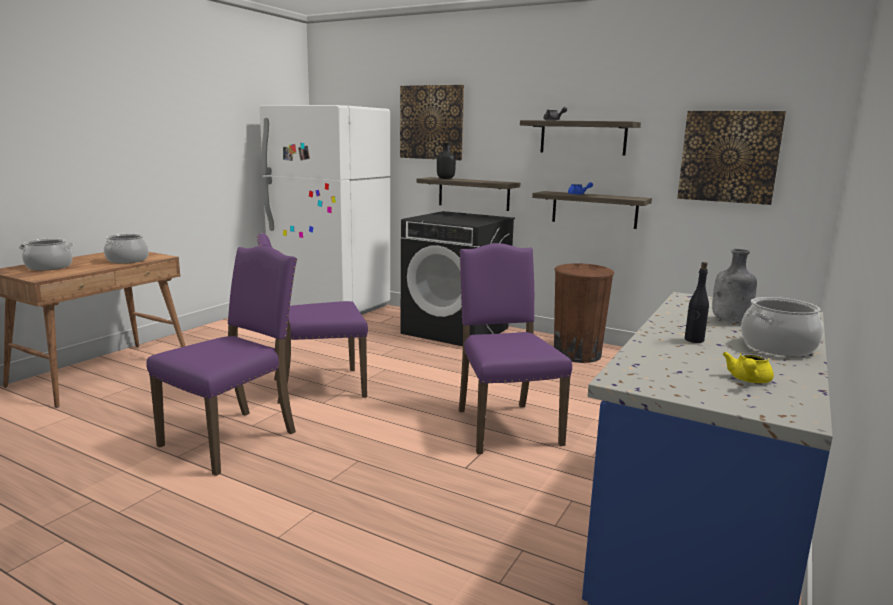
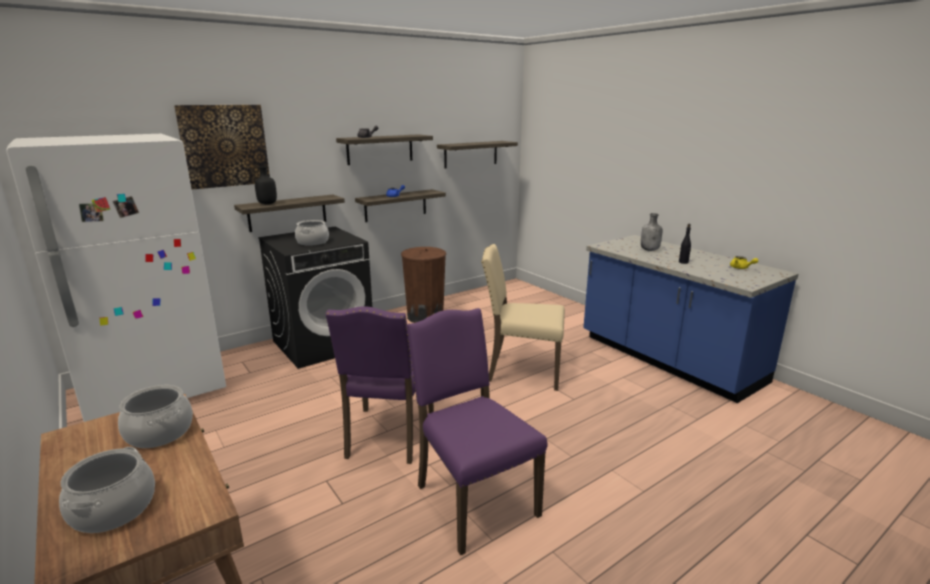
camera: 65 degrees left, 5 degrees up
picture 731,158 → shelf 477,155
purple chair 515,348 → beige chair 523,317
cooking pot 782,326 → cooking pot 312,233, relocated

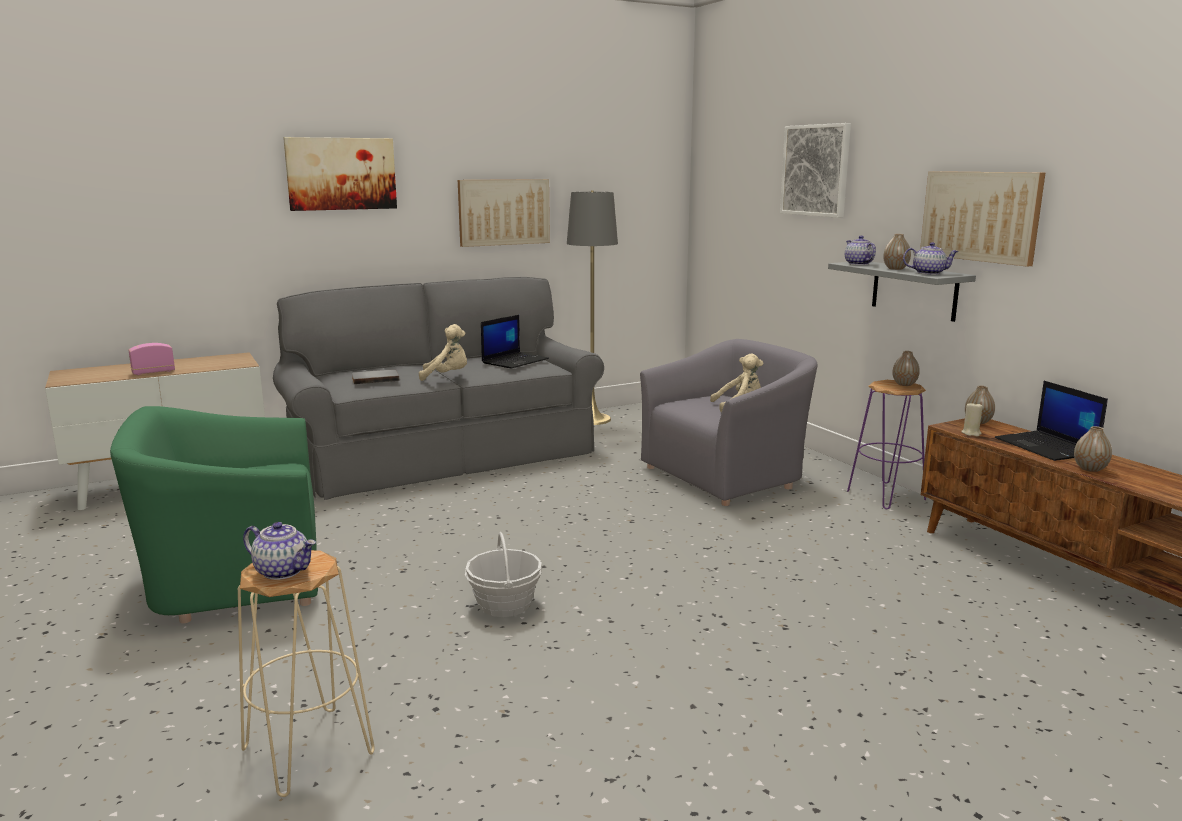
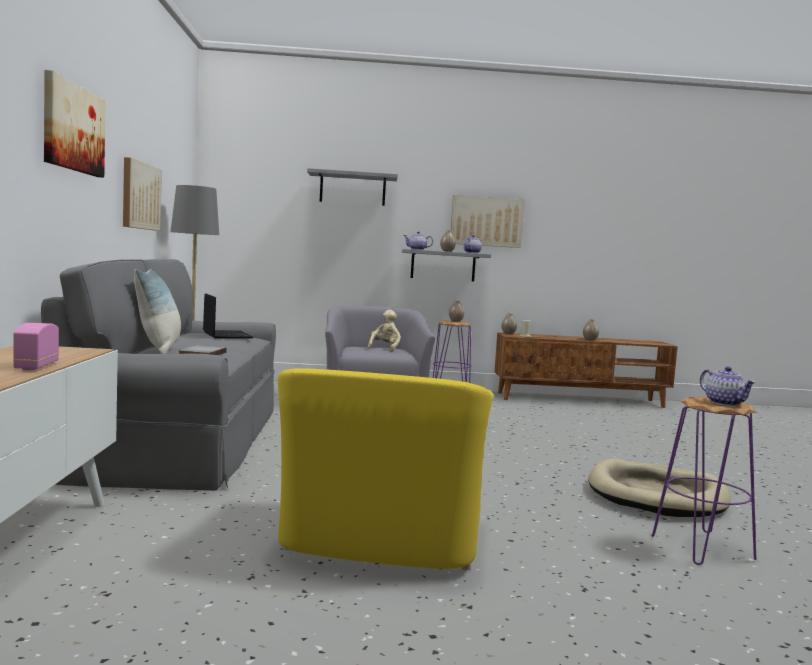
camera: 65 degrees left, 10 degrees down
picture 815,170 → grey shelf 352,187
beige plush toy 443,352 → -
laptop 1051,421 → -
green armchair 214,515 → yellow armchair 385,469
teapot 279,551 → teapot 728,386, 105 degrees clockwise
basket 503,574 → -
beige stool 306,673 → purple stool 704,481
- → pillow 157,311
- → beige dog bed 659,488

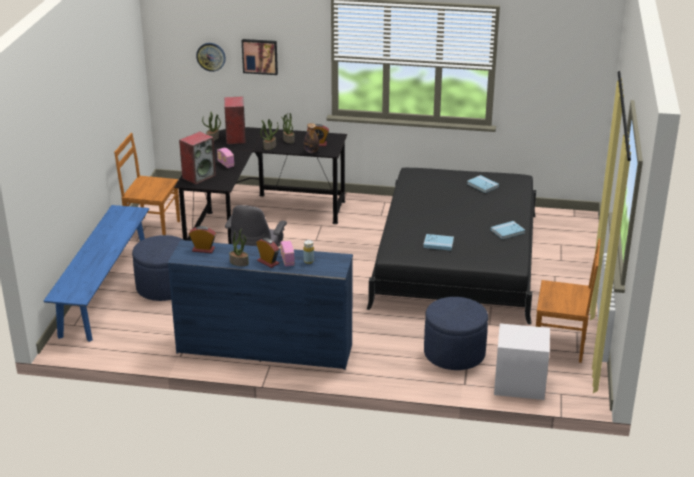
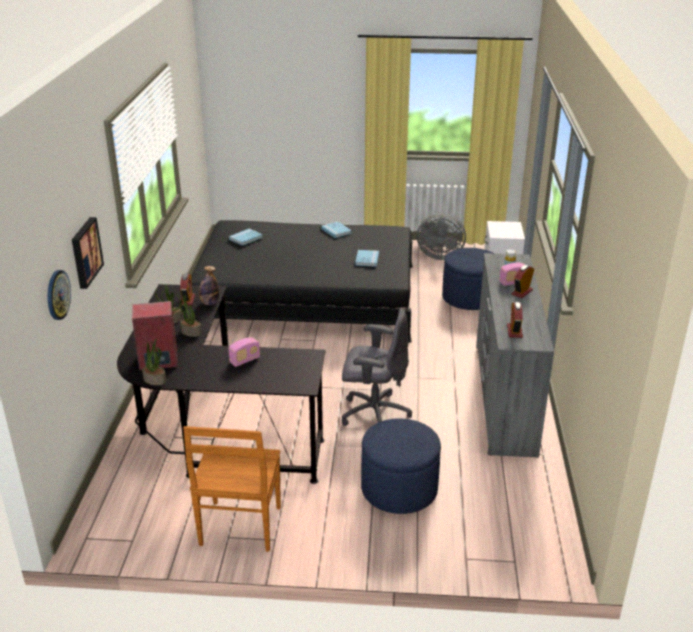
camera: 95 degrees left, 0 degrees up
speaker 197,158 → -
blue bench 96,273 → -
potted plant 239,247 → -
brown chair 568,300 → grey fan 441,236
blue dresser 260,305 → grey dresser 515,355

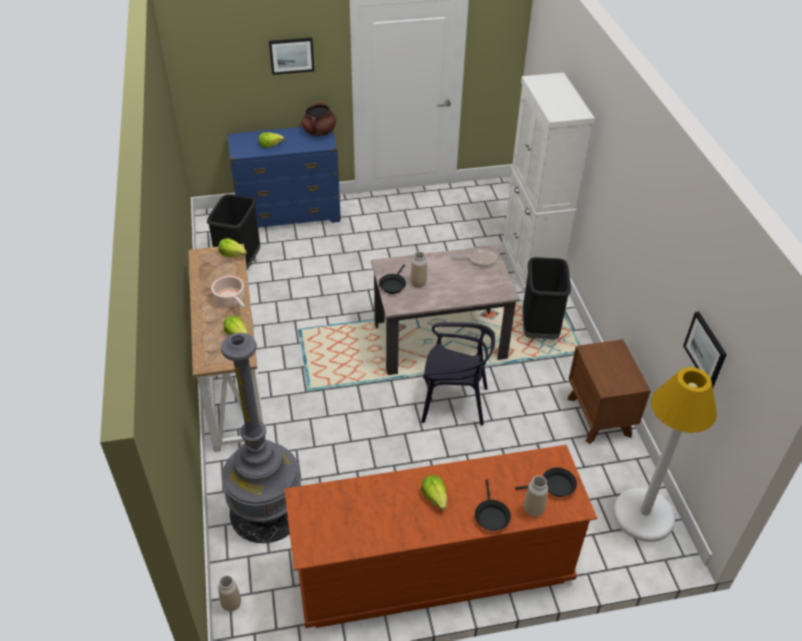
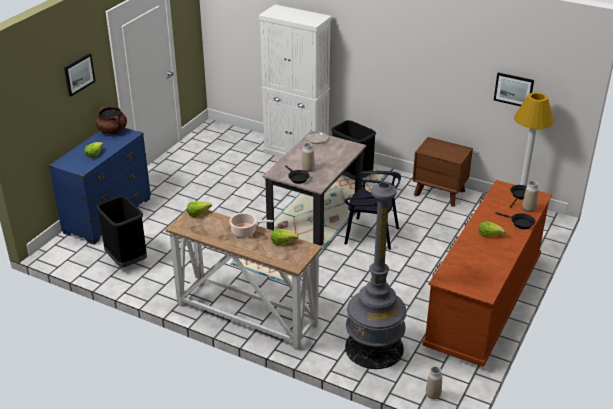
camera: 50 degrees left, 10 degrees down
black chair 458,374 → black chair 372,210, 60 degrees clockwise

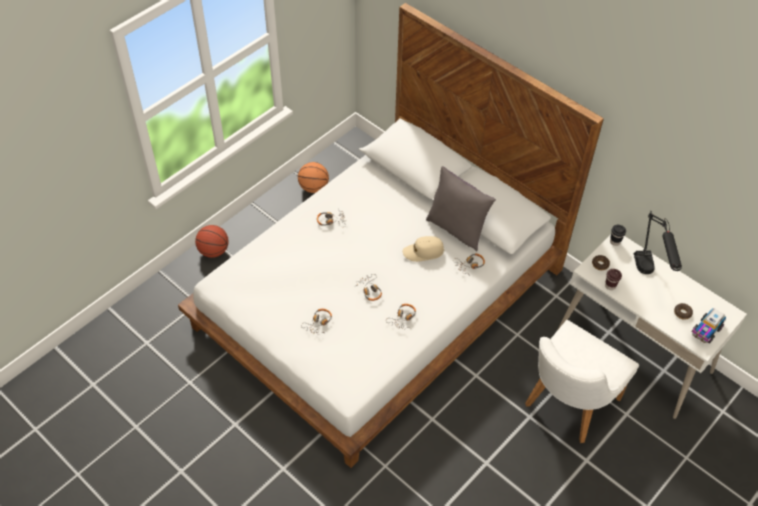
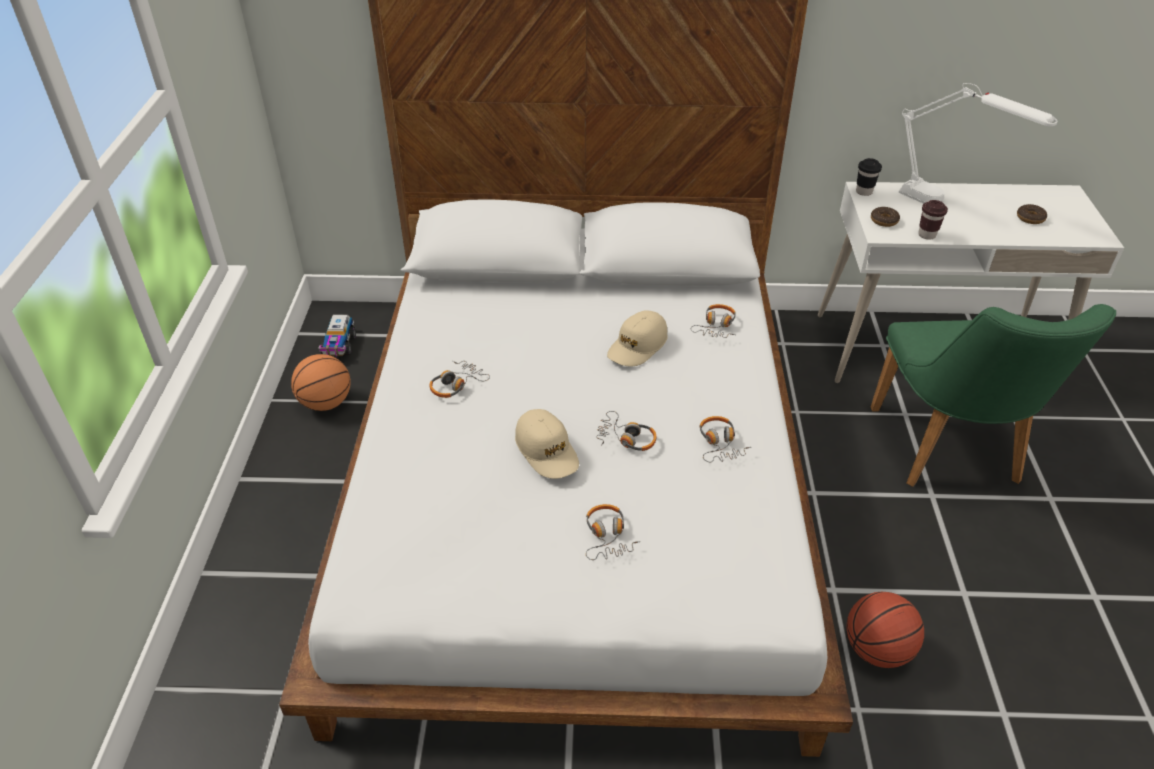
camera: 40 degrees left, 10 degrees down
grey pillow 461,209 → -
black table lamp 658,242 → white table lamp 978,143
basketball 212,241 → basketball 885,630, relocated
toy truck 708,326 → toy truck 337,336, relocated
white chair 582,381 → green chair 993,395
- → beige cap 547,444

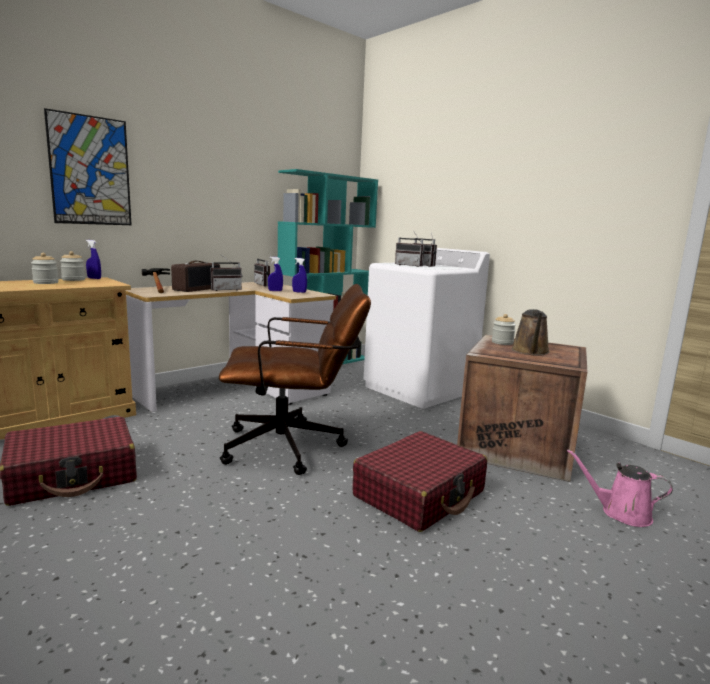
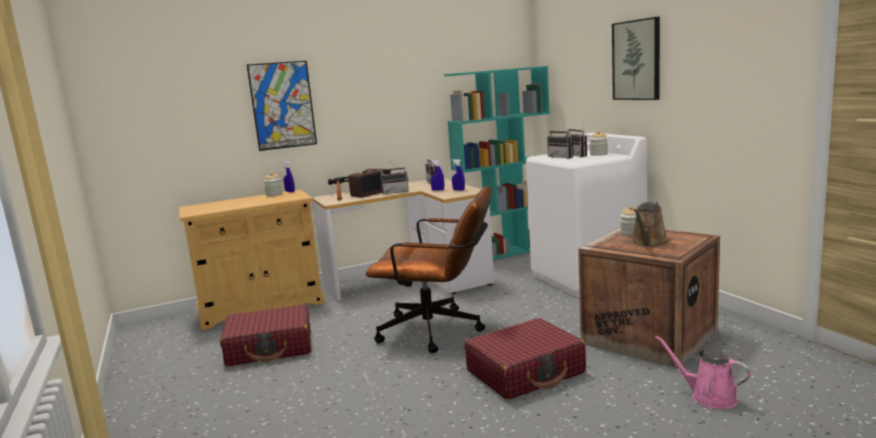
camera: 20 degrees right, 0 degrees up
jar 45,268 → jar 599,143, relocated
- → picture 636,58

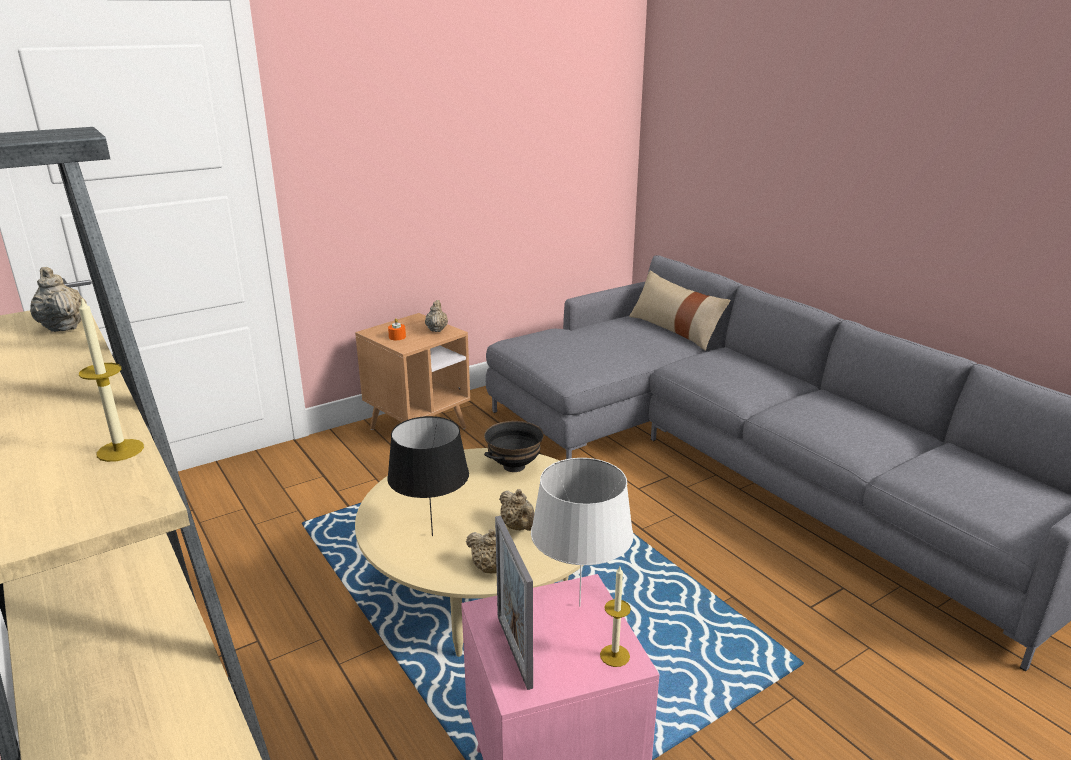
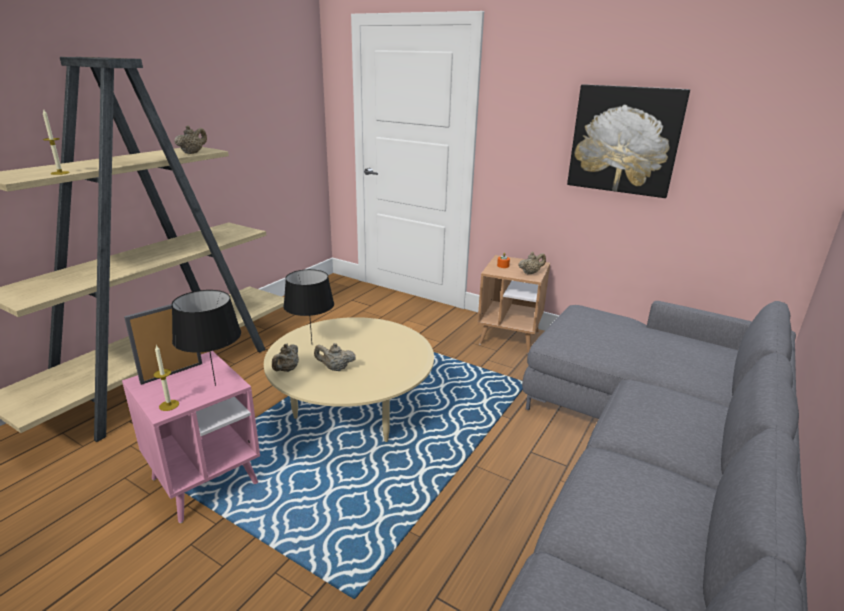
camera: 65 degrees right, 0 degrees up
beige pillow 680,310 → -
black bowl 514,446 → -
white table lamp 582,532 → black table lamp 206,338
beige teapot 517,510 → beige teapot 335,357, 60 degrees clockwise
- → picture 628,141

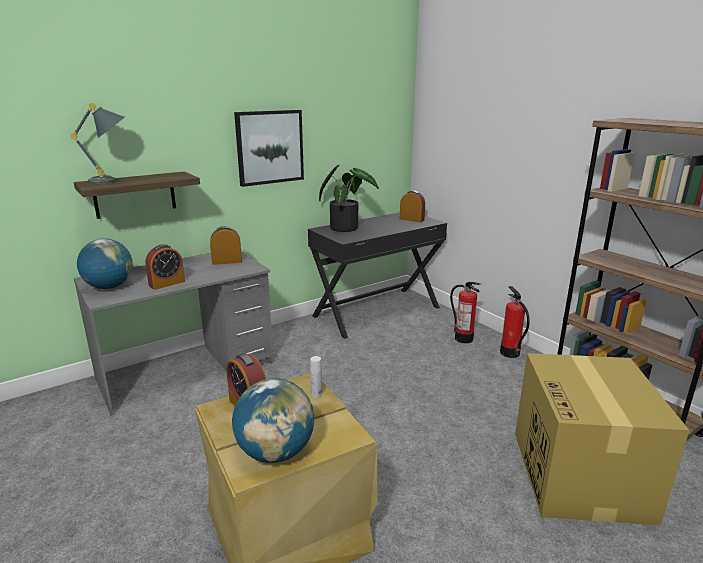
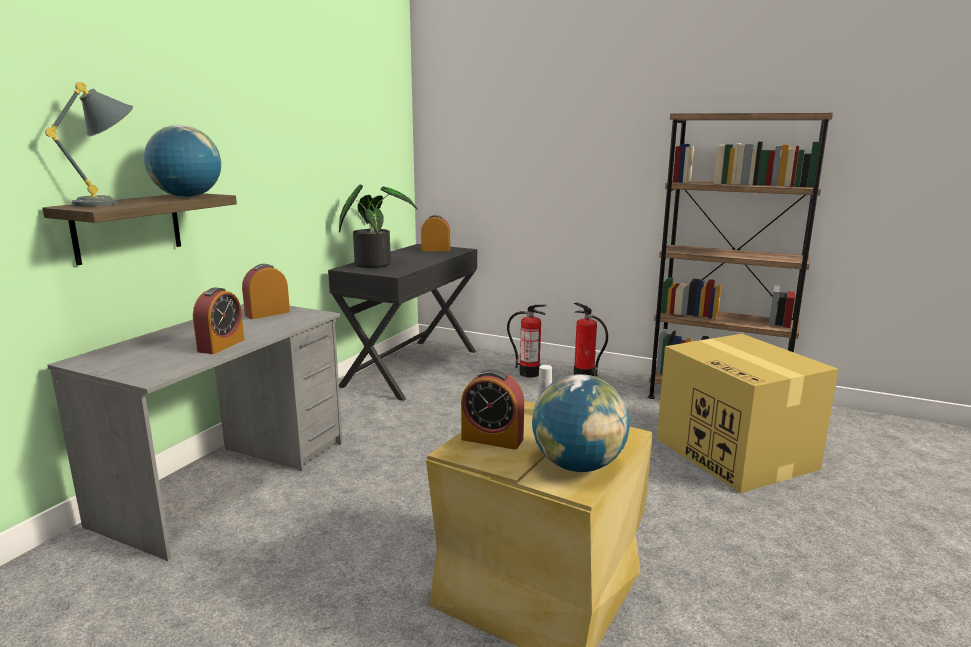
camera: 30 degrees left, 5 degrees down
picture 269,148 → -
globe 105,264 → globe 182,161, relocated

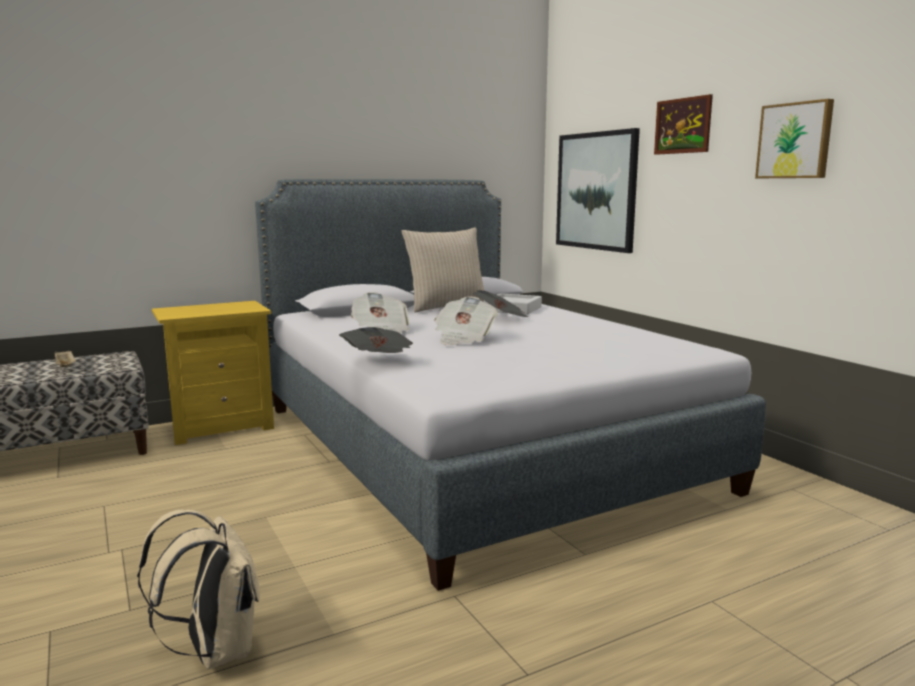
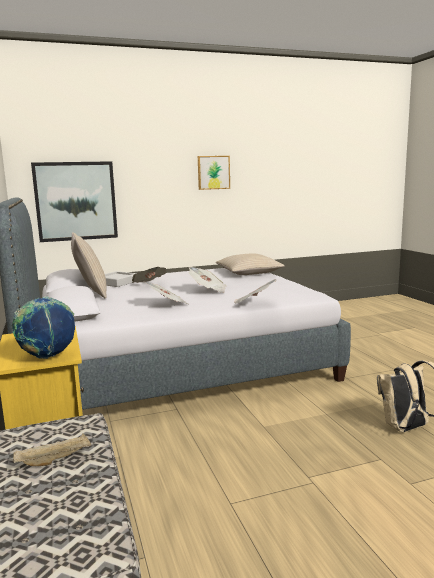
camera: 80 degrees left, 0 degrees up
picture 683,124 → -
- → beige pillow 250,264
- → globe 43,327

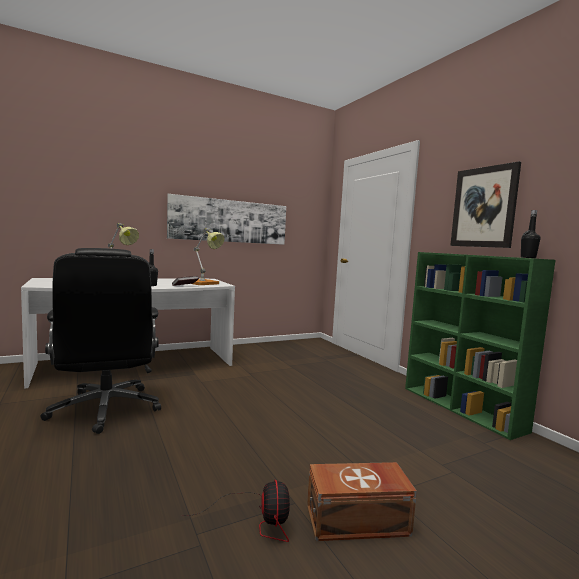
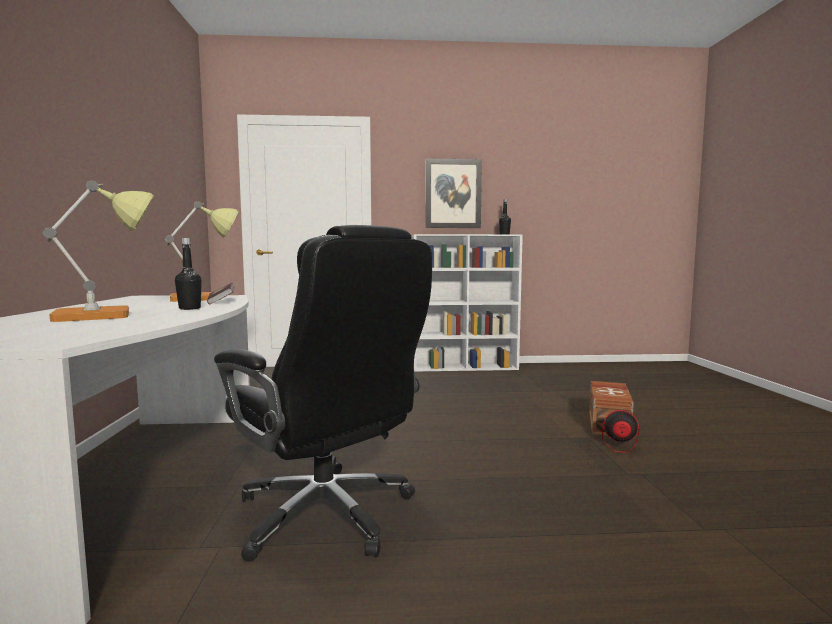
camera: 65 degrees left, 0 degrees up
picture 226,219 → -
black office chair 101,341 → black office chair 323,393, 45 degrees clockwise
green bookcase 480,346 → white bookcase 467,302

